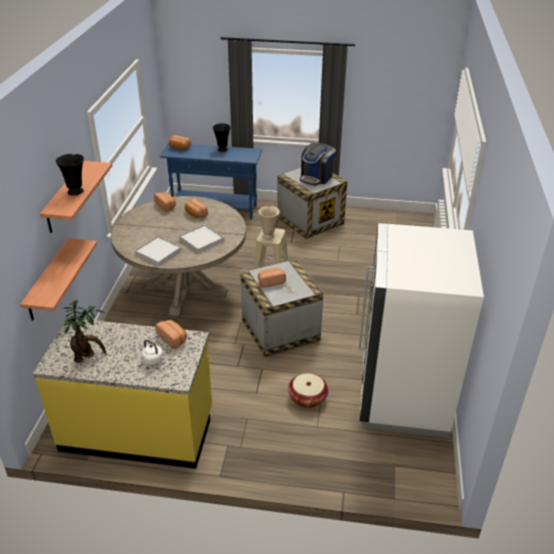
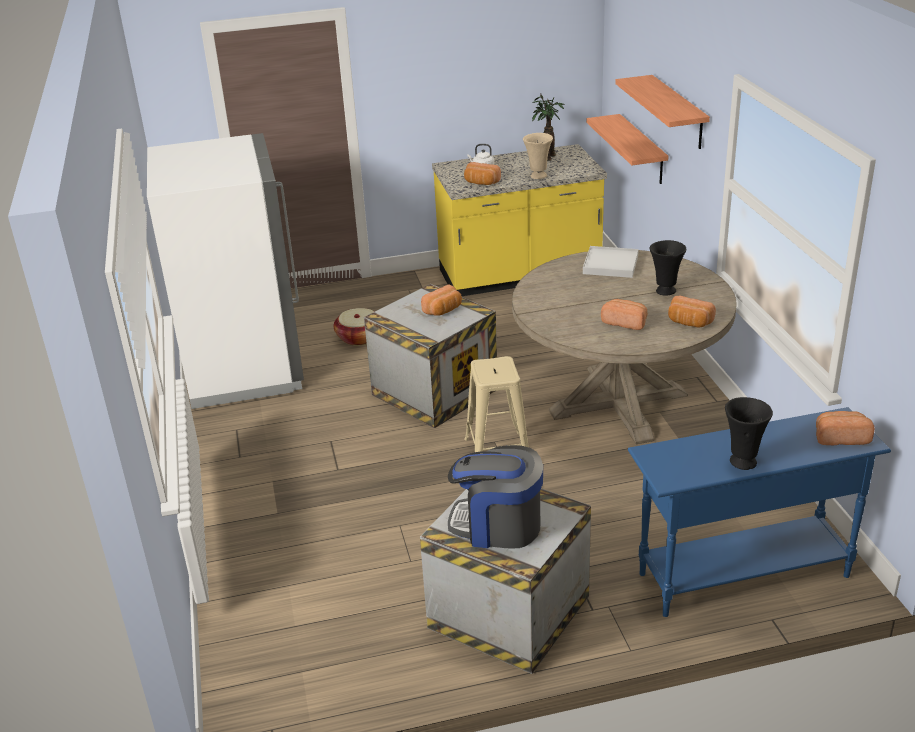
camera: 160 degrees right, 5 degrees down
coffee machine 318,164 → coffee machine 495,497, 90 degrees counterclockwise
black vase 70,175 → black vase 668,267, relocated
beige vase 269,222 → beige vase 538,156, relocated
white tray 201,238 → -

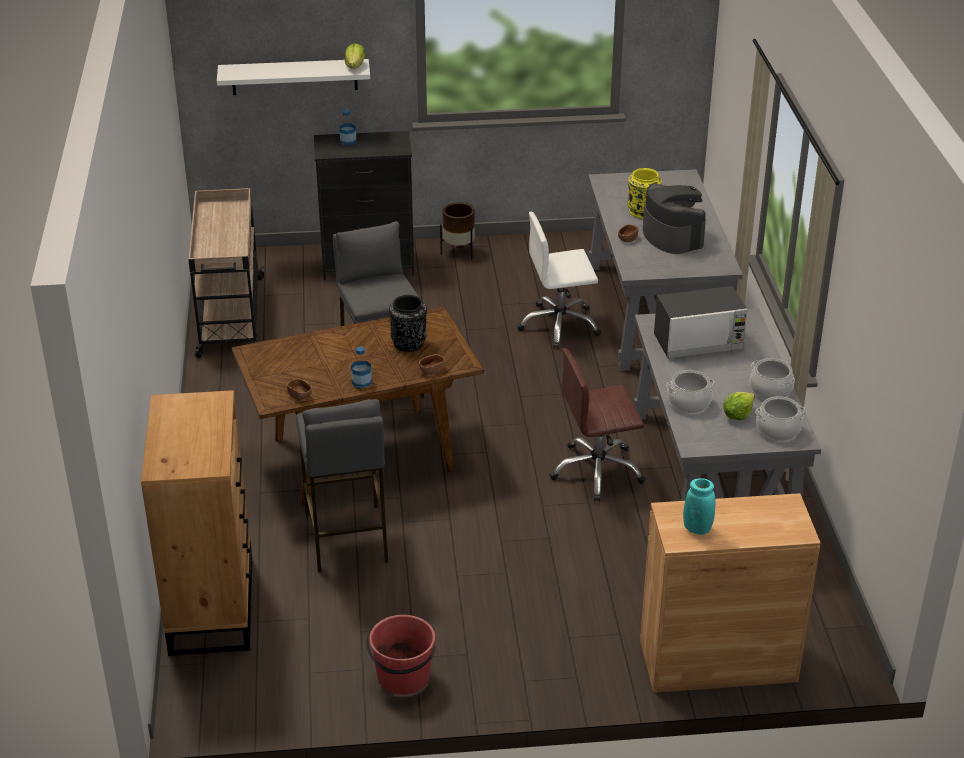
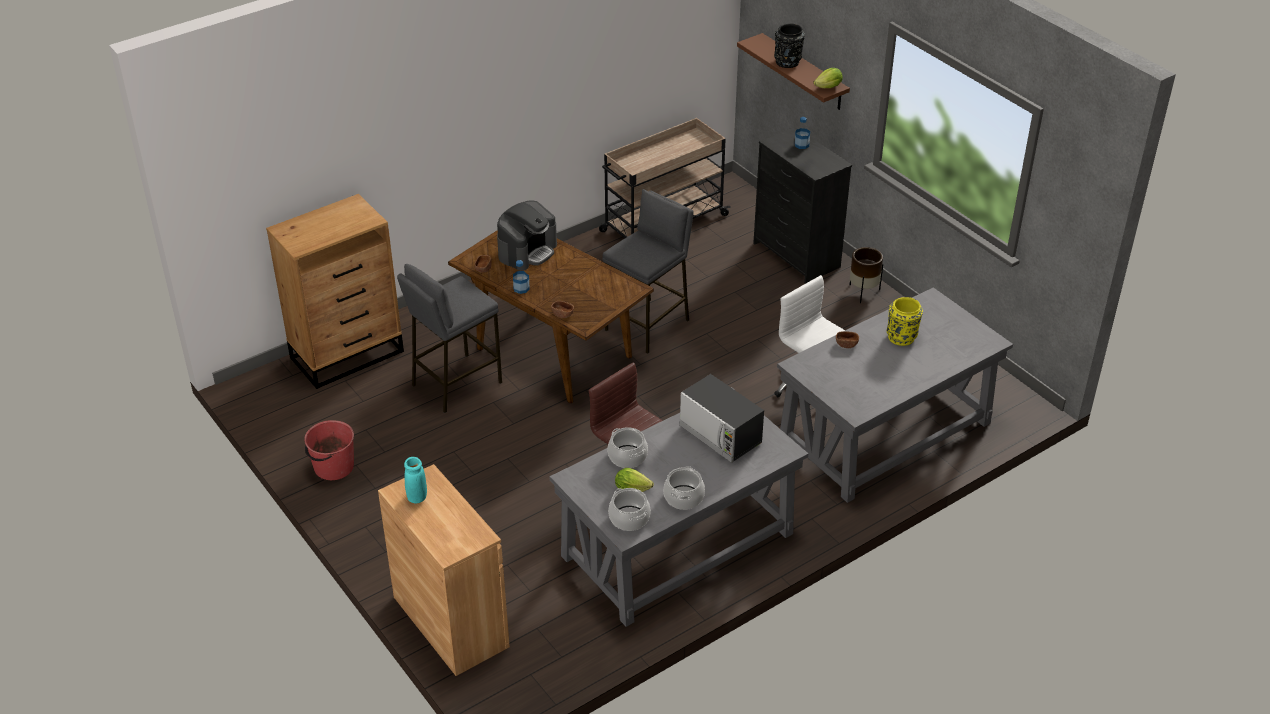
camera: 60 degrees right, 5 degrees up
white shelf 293,77 → brown shelf 793,71
coffee machine 674,218 → coffee machine 527,235, relocated
black vase 408,323 → black vase 789,46, relocated

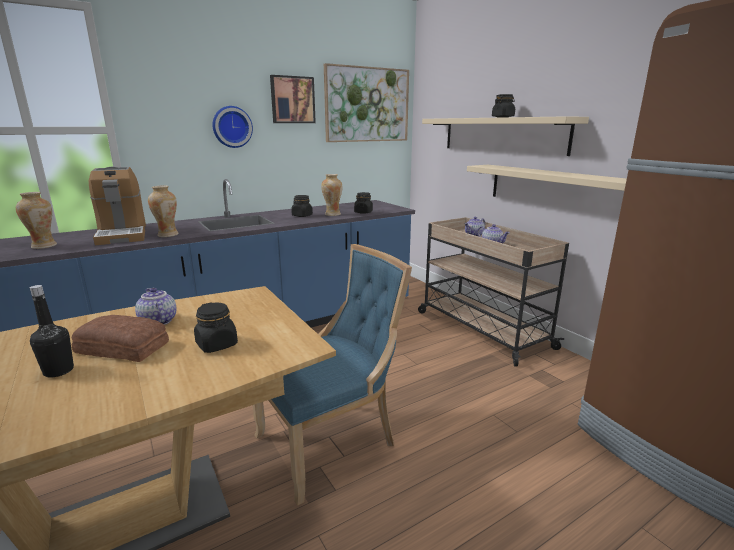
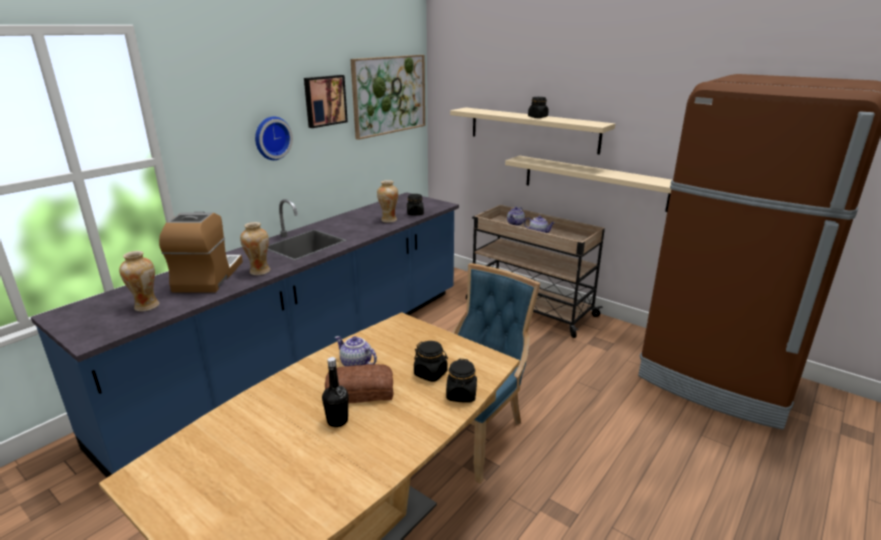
camera: 20 degrees left, 5 degrees up
coffee machine 117,206 → coffee machine 201,252, 135 degrees counterclockwise
black jar 302,206 → black jar 461,381, relocated

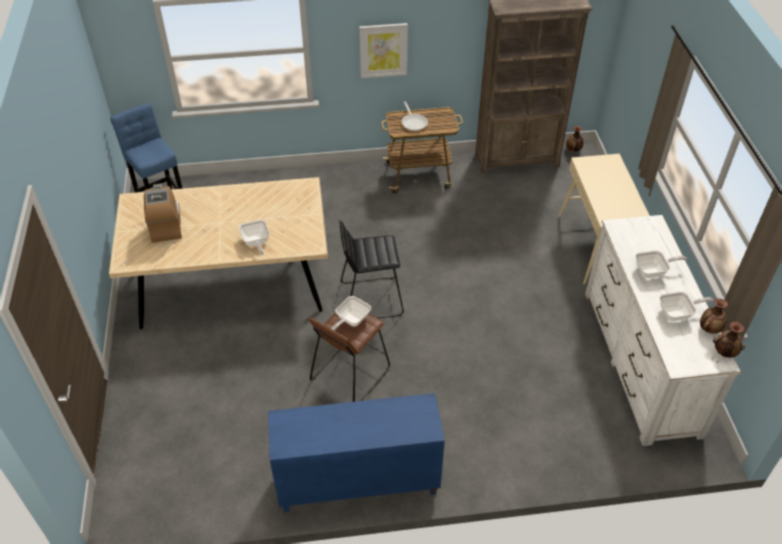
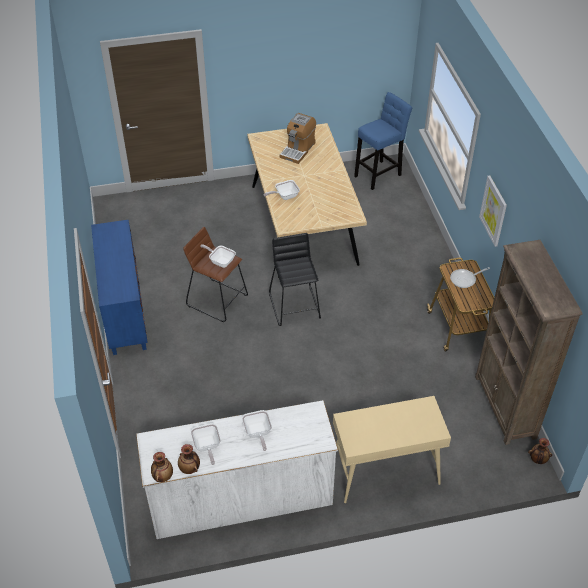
camera: 85 degrees right, 0 degrees up
coffee machine 163,213 → coffee machine 297,138, 135 degrees clockwise

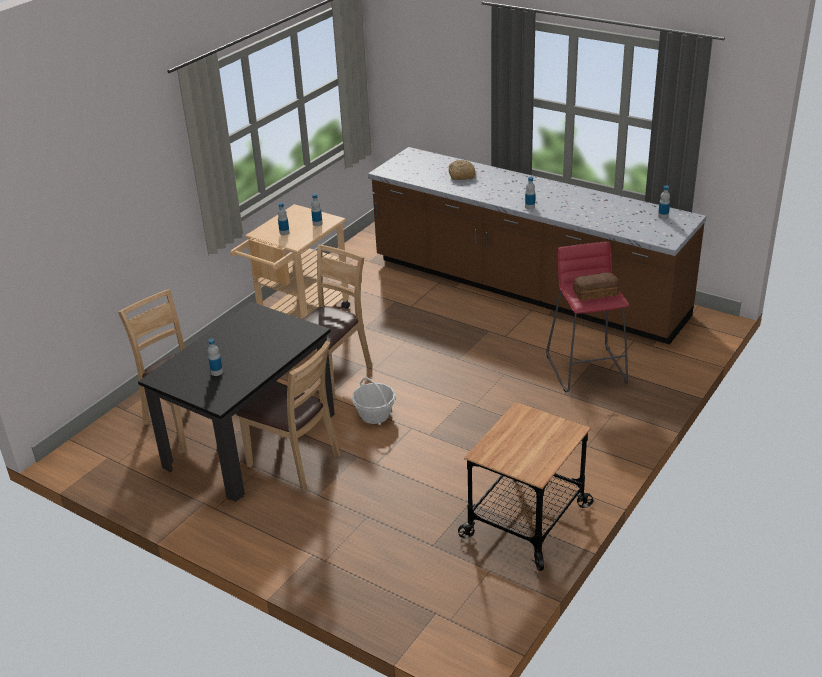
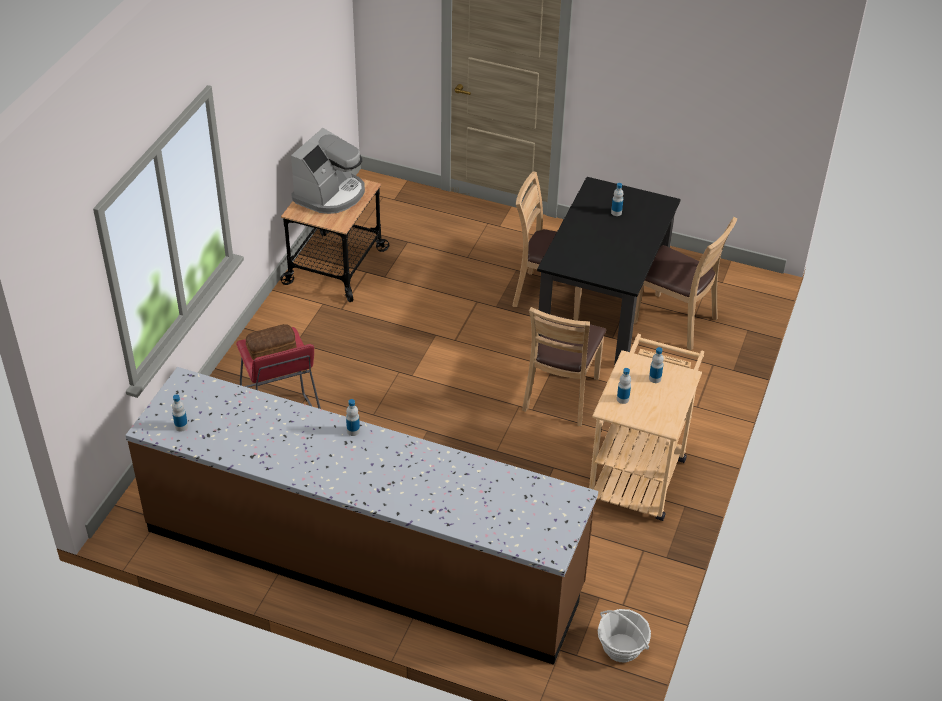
camera: 165 degrees right, 10 degrees up
bread 462,170 → -
basket 374,400 → basket 624,636, relocated
- → coffee machine 328,171

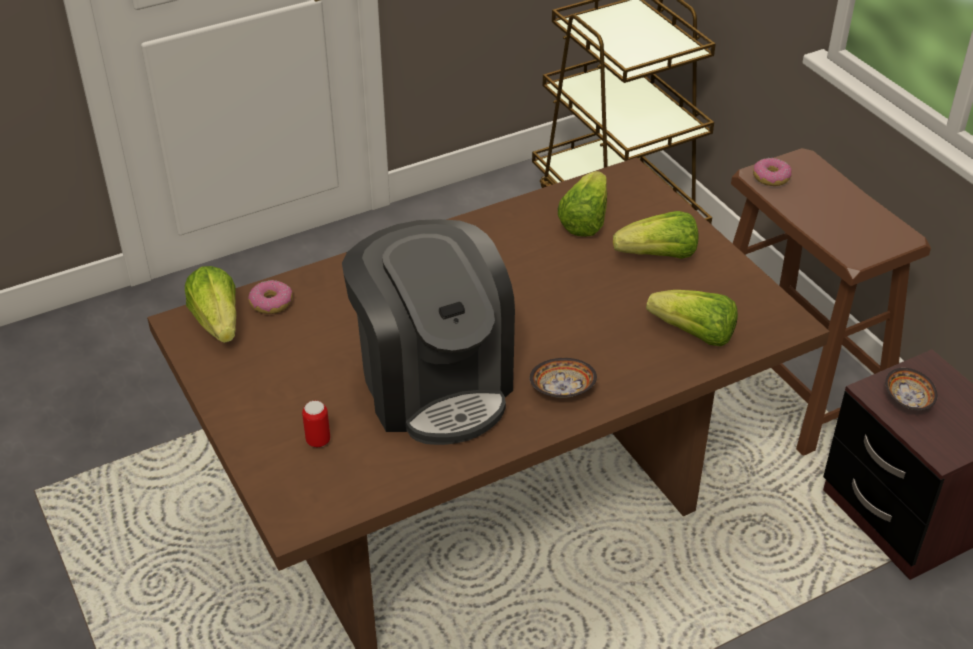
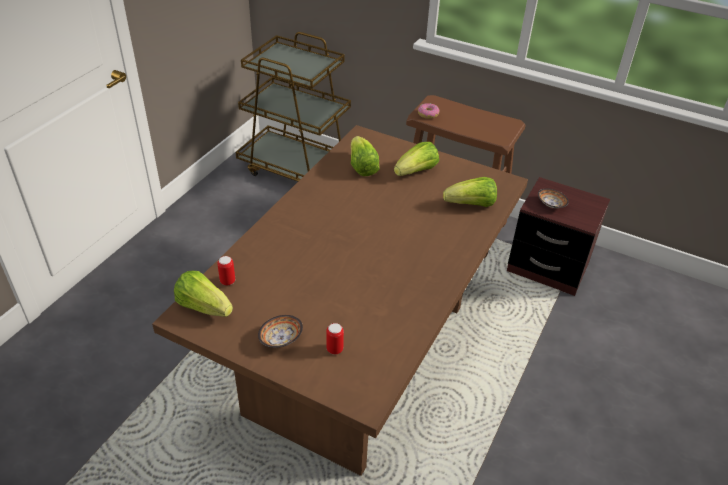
camera: 35 degrees left, 0 degrees up
coffee machine 428,332 → -
donut 270,297 → can 226,271
bowl 563,378 → bowl 280,331, relocated

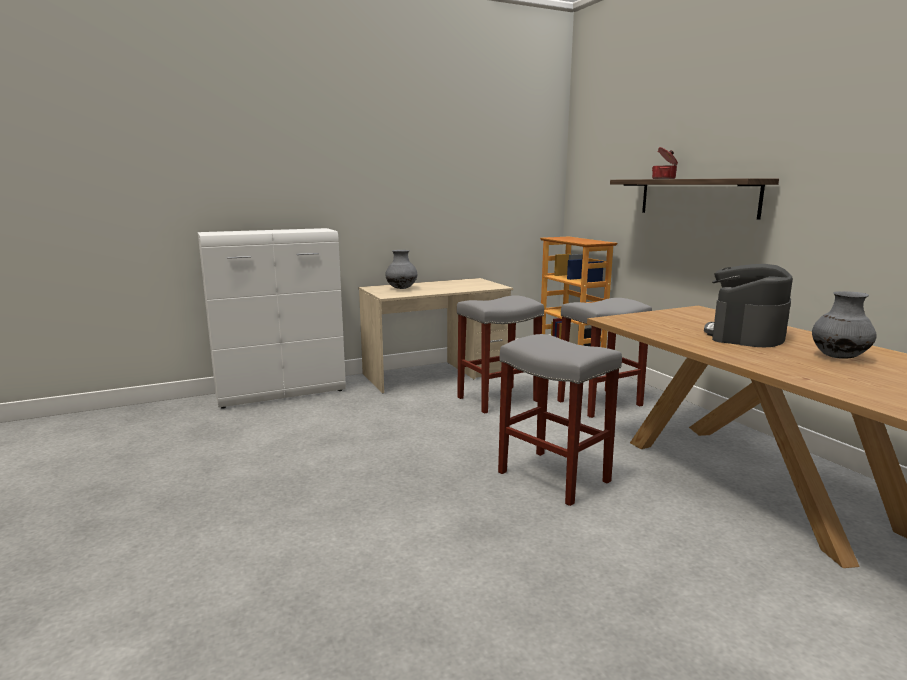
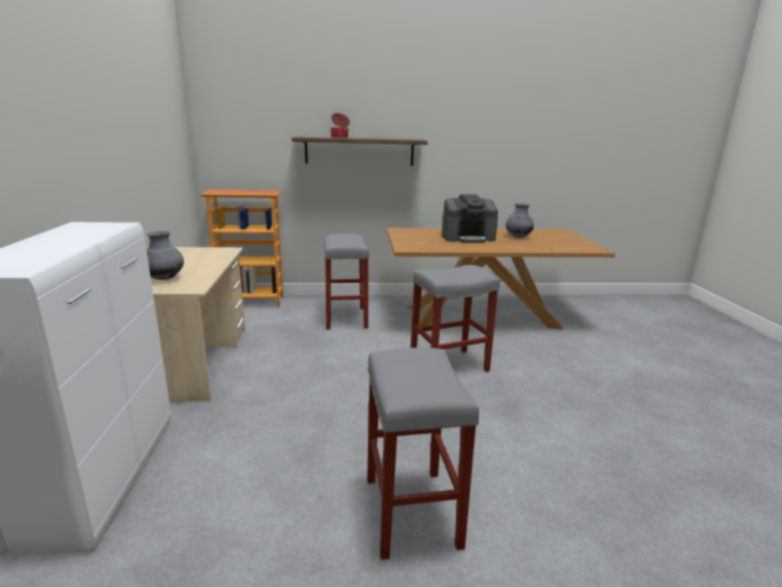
camera: 70 degrees left, 5 degrees up
coffee machine 748,305 → coffee machine 469,218, 60 degrees counterclockwise
grey stool 500,354 → grey stool 423,454, relocated

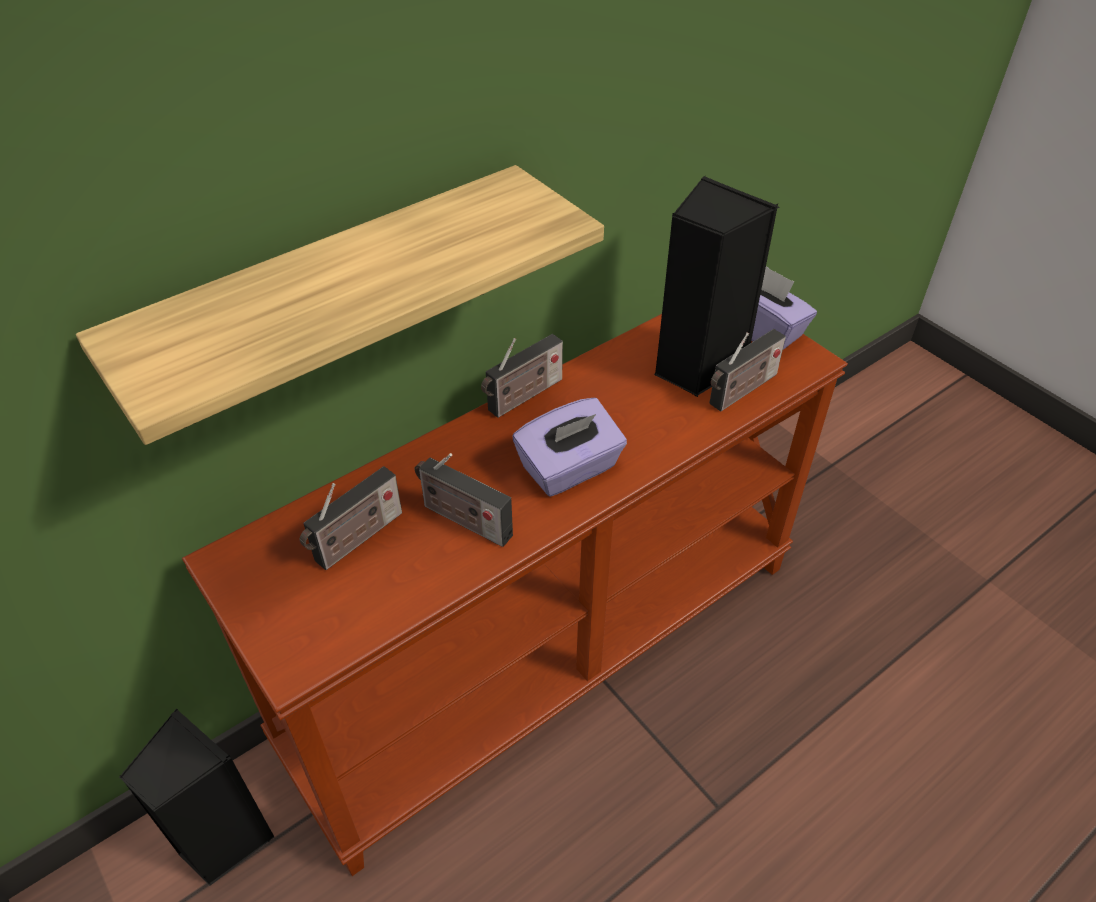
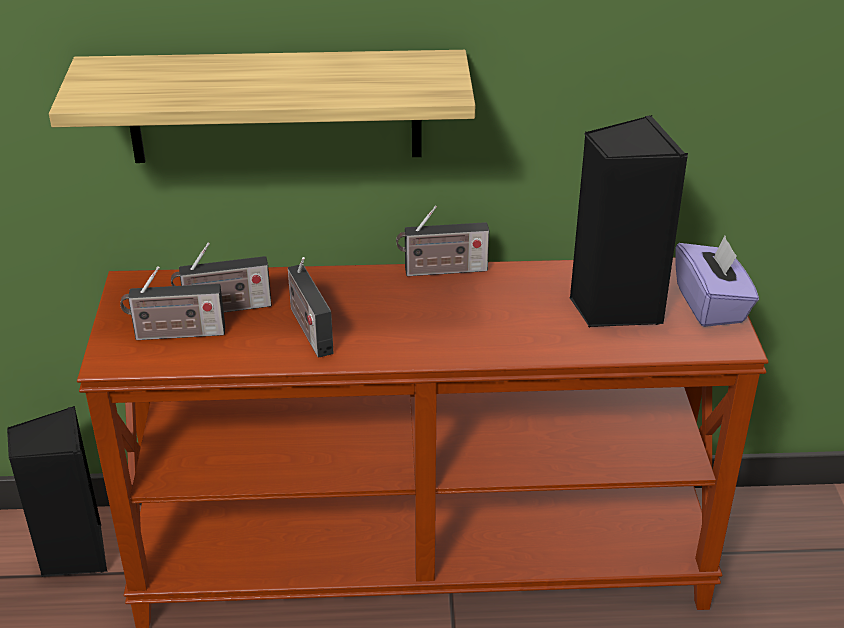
camera: 35 degrees right, 10 degrees down
radio 747,370 → radio 172,303, relocated
purple tissue box 570,447 → -

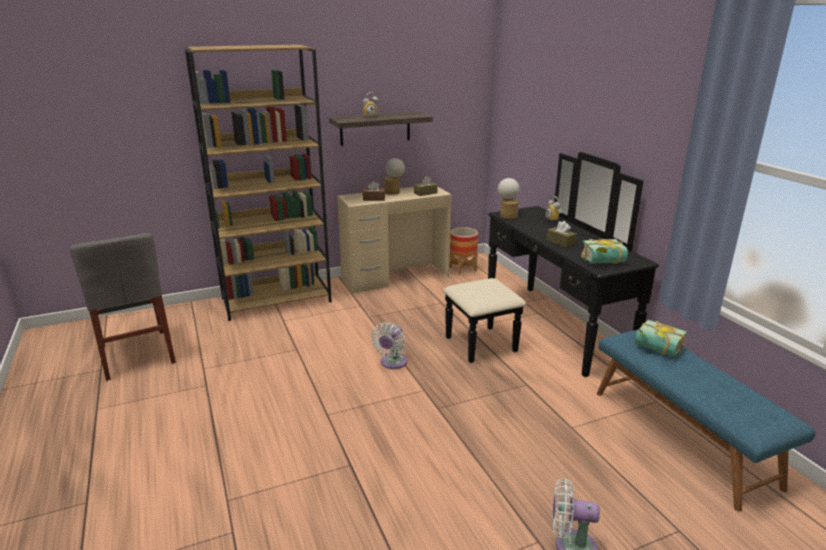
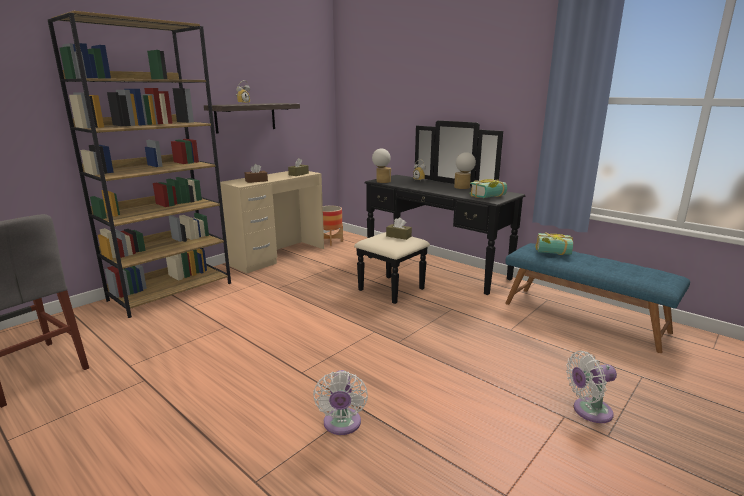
camera: 25 degrees left, 5 degrees down
table lamp 394,176 → table lamp 465,170, relocated
brown tissue box 561,234 → brown tissue box 399,229, relocated
white fan 389,345 → white fan 340,402, relocated

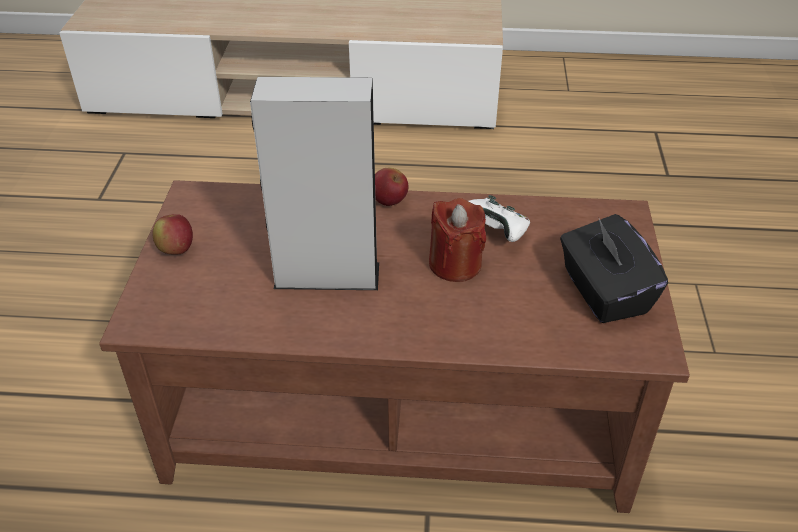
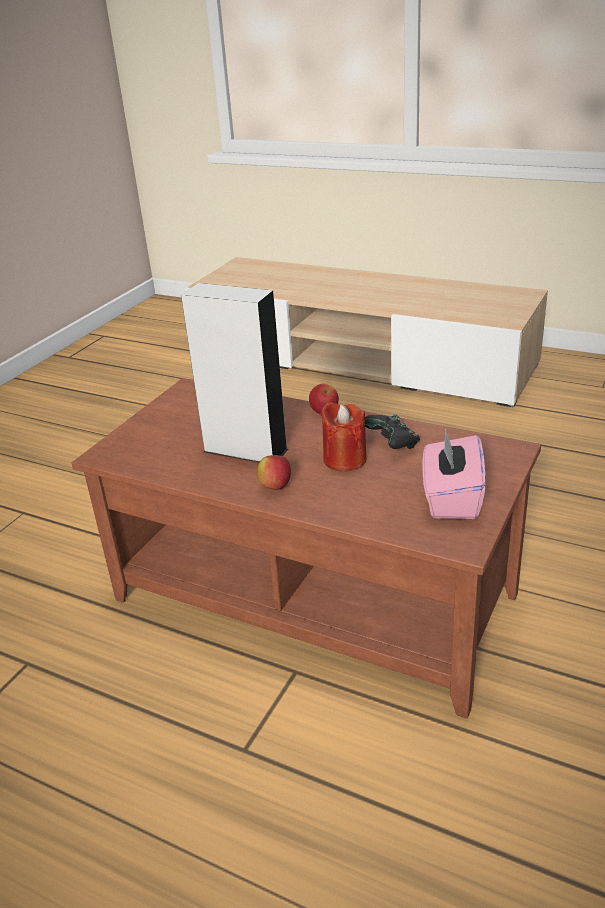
camera: 25 degrees right, 10 degrees down
white game controller 499,218 → black game controller 392,431
apple 172,234 → apple 274,472, relocated
black tissue box 614,268 → pink tissue box 454,473

